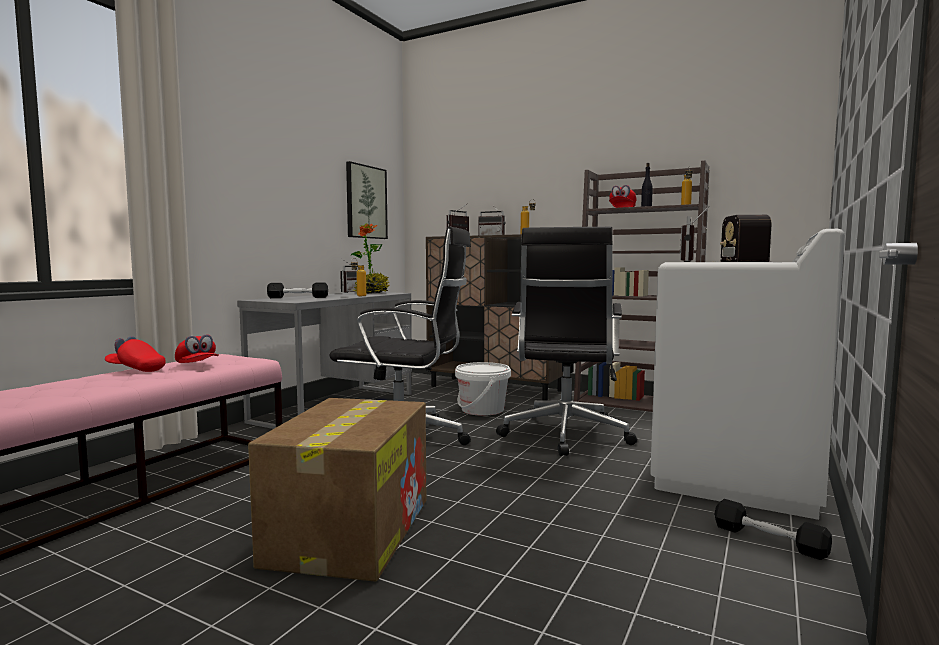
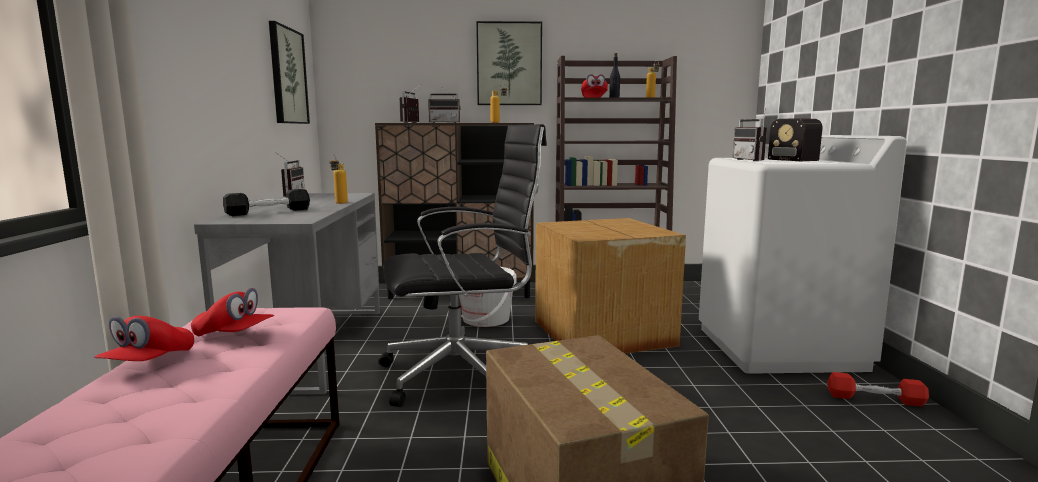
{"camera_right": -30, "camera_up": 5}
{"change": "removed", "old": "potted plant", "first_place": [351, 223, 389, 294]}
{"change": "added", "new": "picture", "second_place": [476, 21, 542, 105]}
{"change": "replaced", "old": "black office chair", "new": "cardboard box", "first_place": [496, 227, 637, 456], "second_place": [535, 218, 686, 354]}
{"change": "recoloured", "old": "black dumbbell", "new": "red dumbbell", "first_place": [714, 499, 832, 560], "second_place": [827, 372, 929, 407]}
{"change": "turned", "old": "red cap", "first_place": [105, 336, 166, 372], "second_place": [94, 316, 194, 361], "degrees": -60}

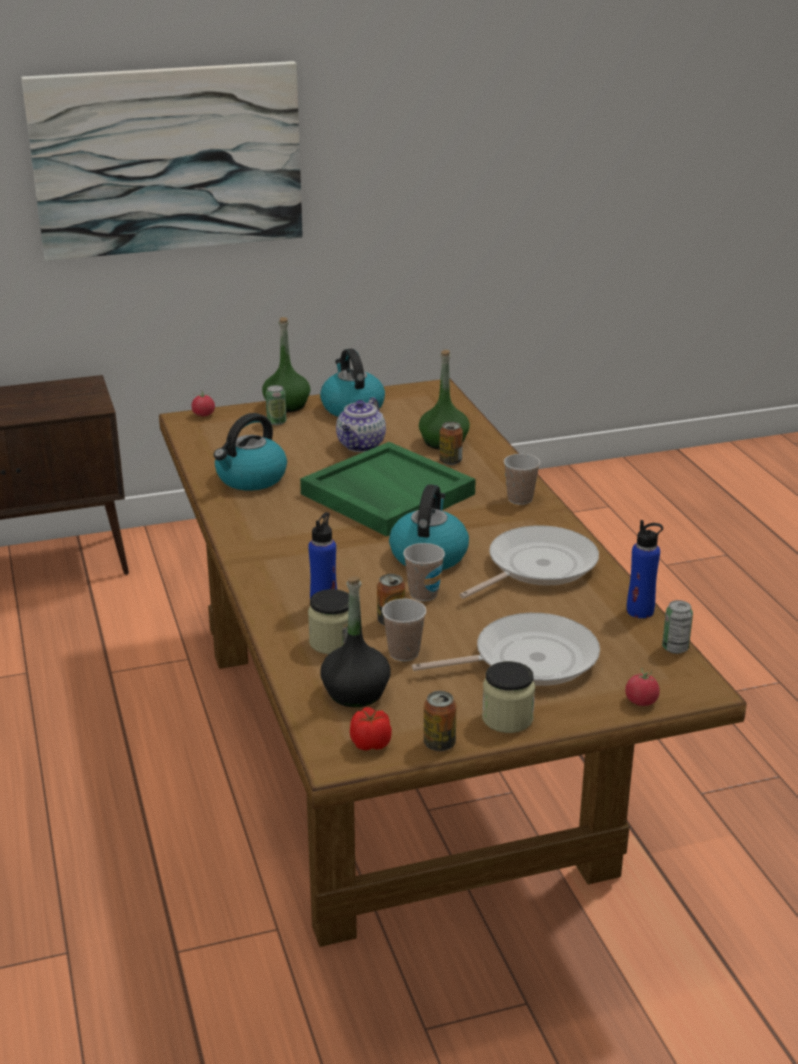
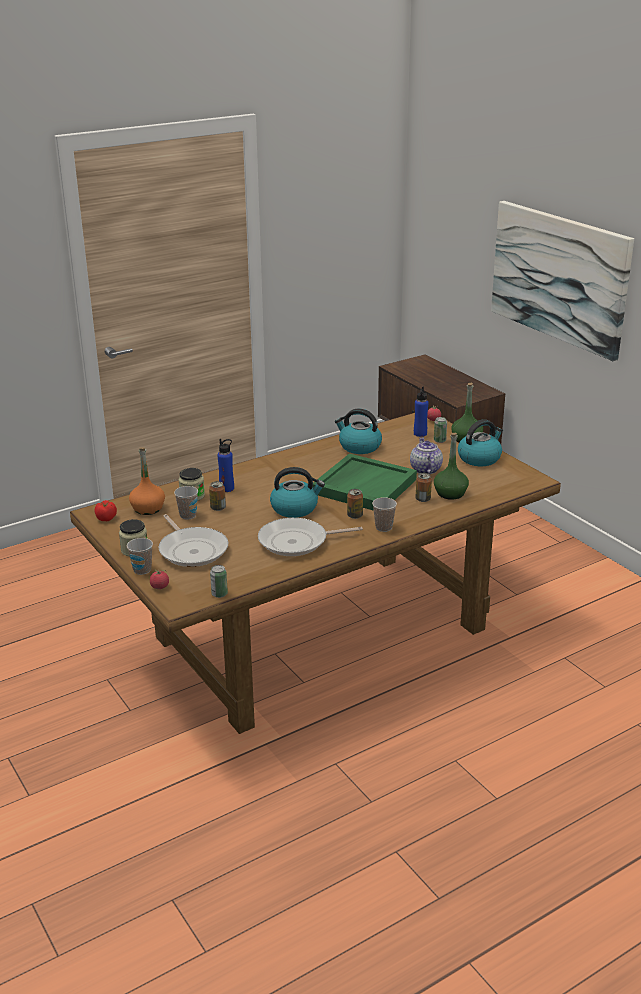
{"camera_right": 75, "camera_up": 0}
{"change": "moved", "old": "cup", "first_place": [403, 543, 445, 601], "second_place": [127, 538, 153, 575]}
{"change": "moved", "old": "can", "first_place": [424, 691, 456, 751], "second_place": [347, 489, 363, 519]}
{"change": "moved", "old": "blue bottle", "first_place": [627, 520, 663, 618], "second_place": [414, 387, 428, 437]}
{"change": "recoloured", "old": "black bottle", "new": "orange bottle", "first_place": [320, 576, 390, 707], "second_place": [129, 447, 165, 515]}
{"change": "turned", "old": "teapot", "first_place": [336, 397, 386, 452], "second_place": [410, 438, 443, 474], "degrees": 75}
{"change": "turned", "old": "frying pan", "first_place": [459, 525, 599, 598], "second_place": [258, 518, 363, 556], "degrees": 135}

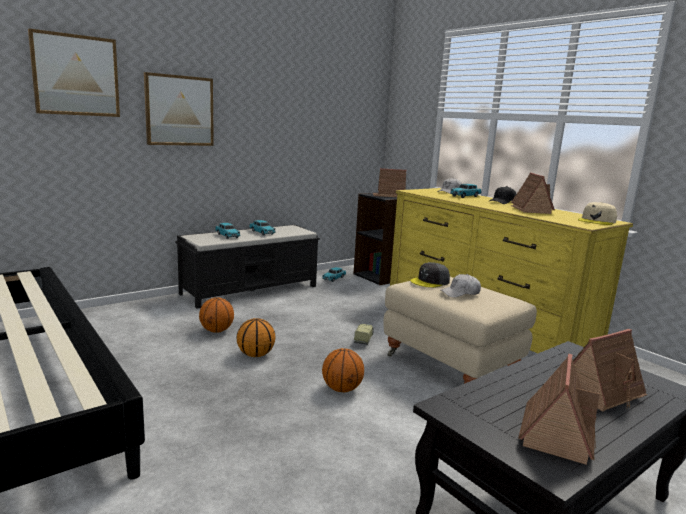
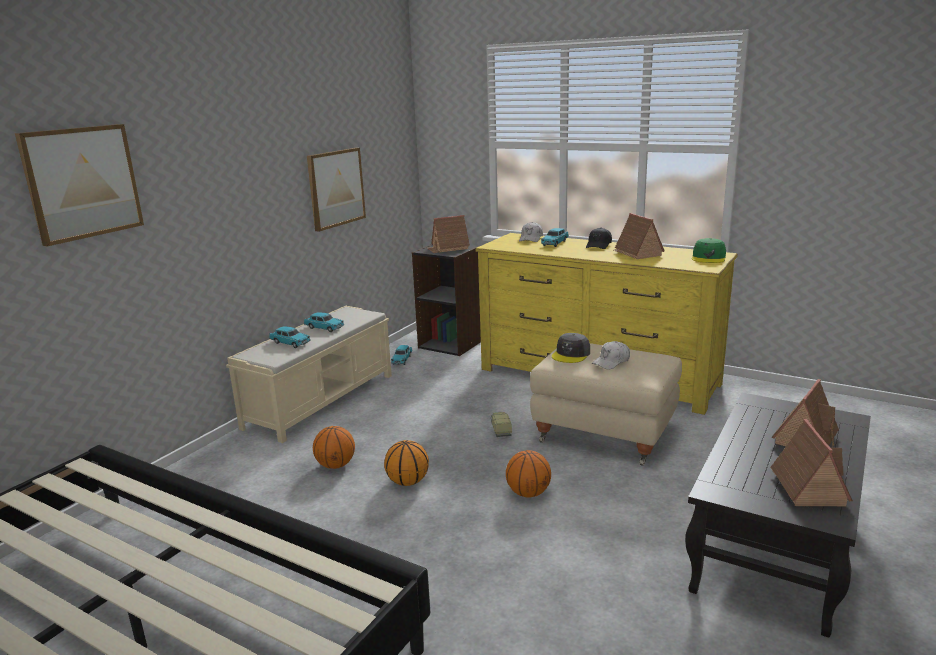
{"camera_right": -20, "camera_up": 5}
{"change": "moved", "old": "picture", "first_place": [144, 72, 214, 146], "second_place": [307, 148, 366, 232]}
{"change": "recoloured", "old": "black bench", "new": "beige bench", "first_place": [176, 225, 320, 309], "second_place": [226, 306, 392, 443]}
{"change": "recoloured", "old": "beige cap", "new": "green cap", "first_place": [578, 202, 617, 225], "second_place": [692, 238, 726, 263]}

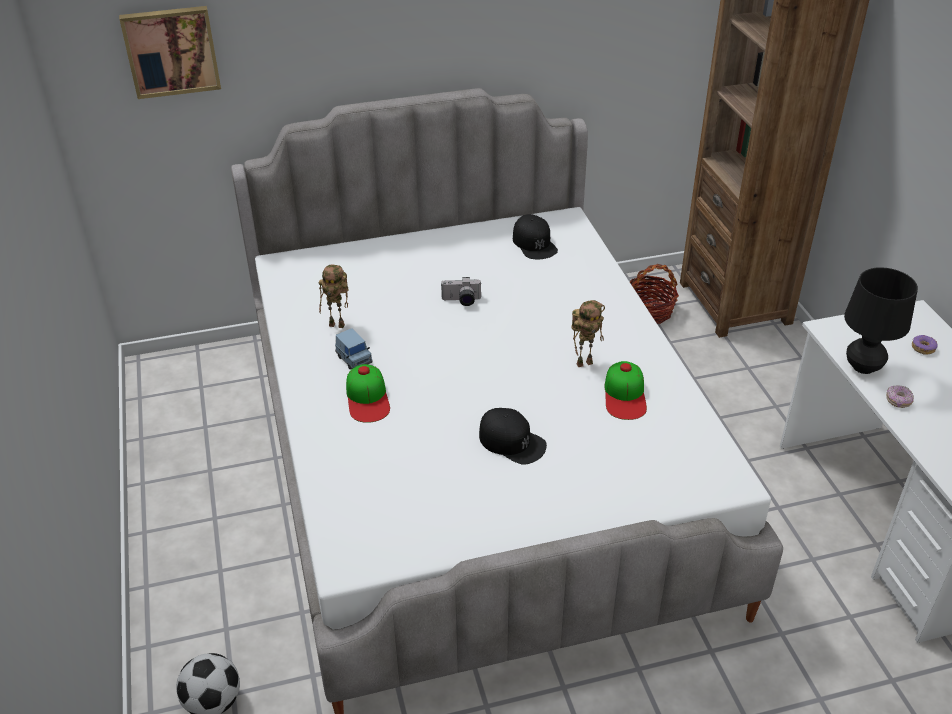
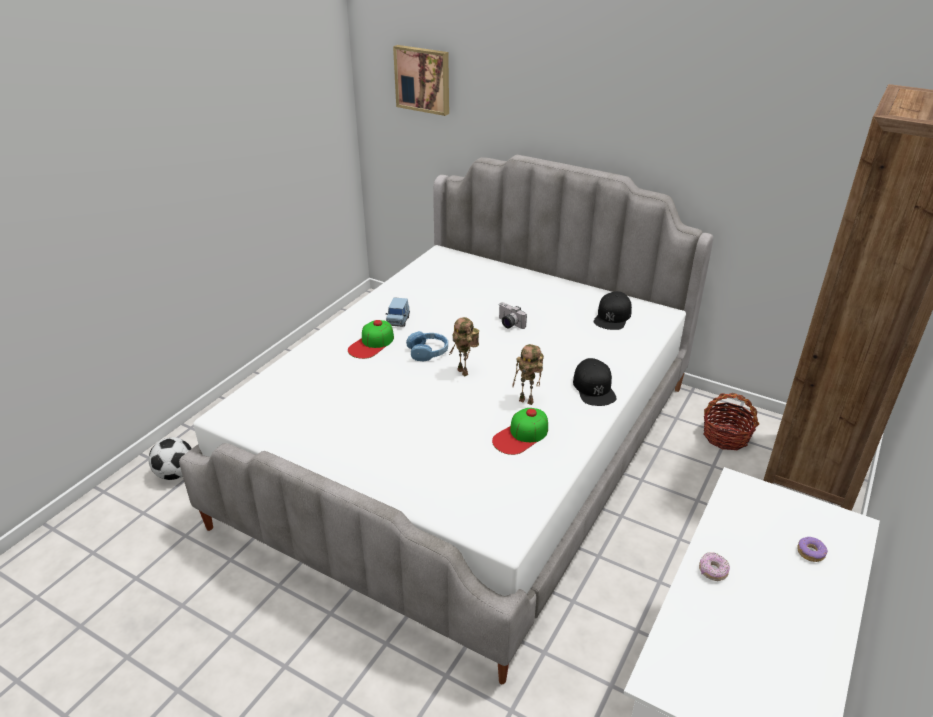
{"camera_right": 45, "camera_up": -5}
{"change": "removed", "old": "black table lamp", "first_place": [844, 267, 918, 374]}
{"change": "added", "new": "blue headphones", "second_place": [406, 331, 448, 362]}
{"change": "moved", "old": "toy robot", "first_place": [319, 264, 348, 328], "second_place": [449, 317, 479, 377]}
{"change": "moved", "old": "black cap", "first_place": [479, 408, 547, 465], "second_place": [573, 358, 616, 406]}

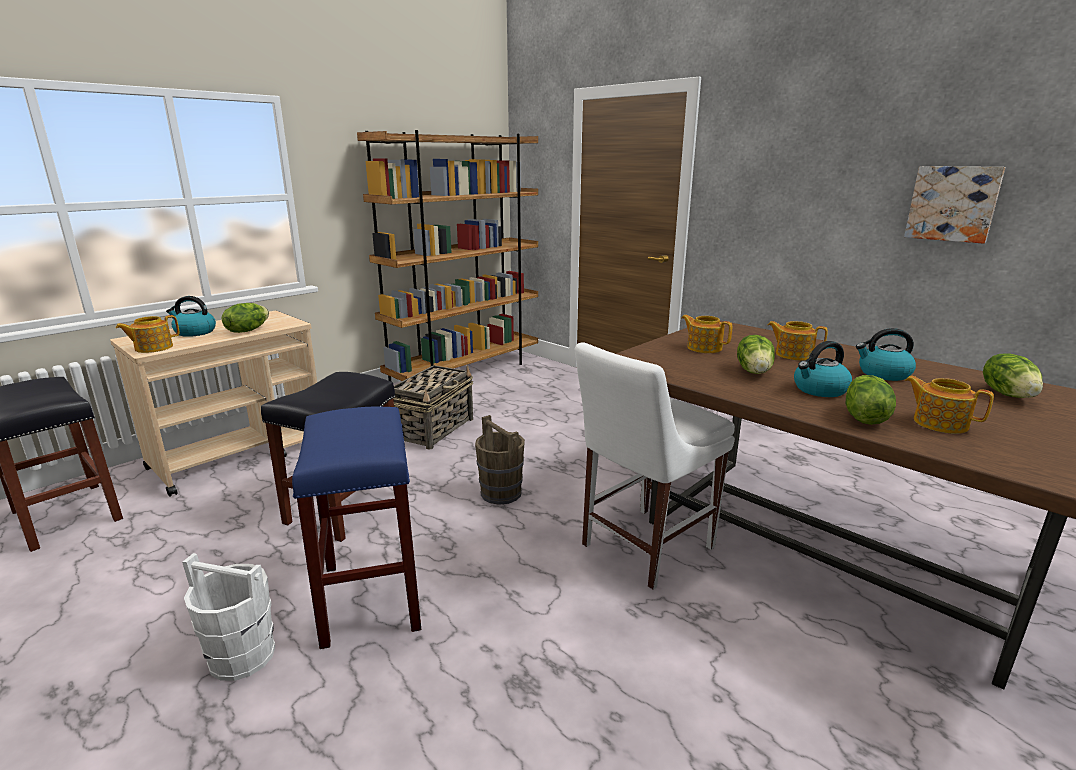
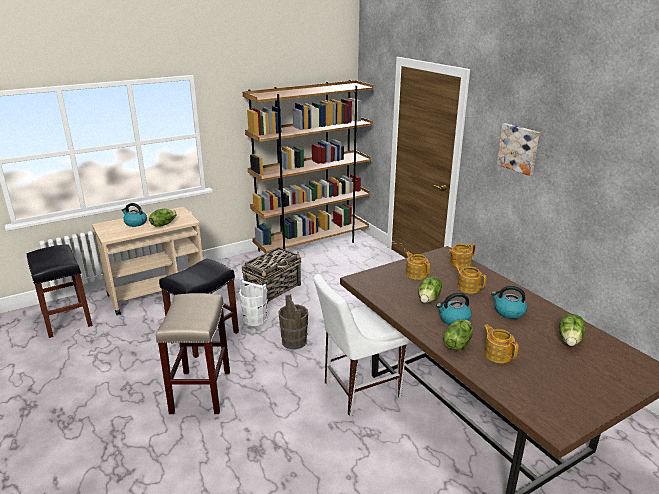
{"camera_right": 15, "camera_up": 5}
{"change": "moved", "old": "teapot", "first_place": [116, 315, 179, 353], "second_place": [448, 243, 476, 268]}
{"change": "moved", "old": "white bucket", "first_place": [182, 553, 275, 681], "second_place": [239, 277, 268, 326]}
{"change": "moved", "old": "picture", "first_place": [904, 166, 1005, 244], "second_place": [497, 123, 540, 176]}
{"change": "recoloured", "old": "blue stool", "new": "beige stool", "first_place": [292, 407, 421, 649], "second_place": [156, 293, 230, 414]}

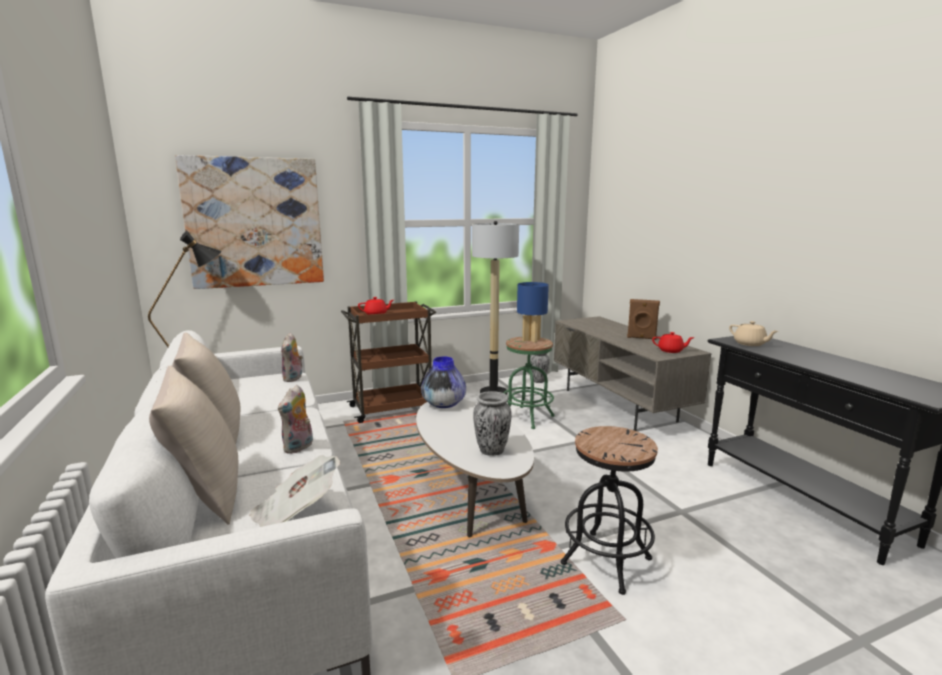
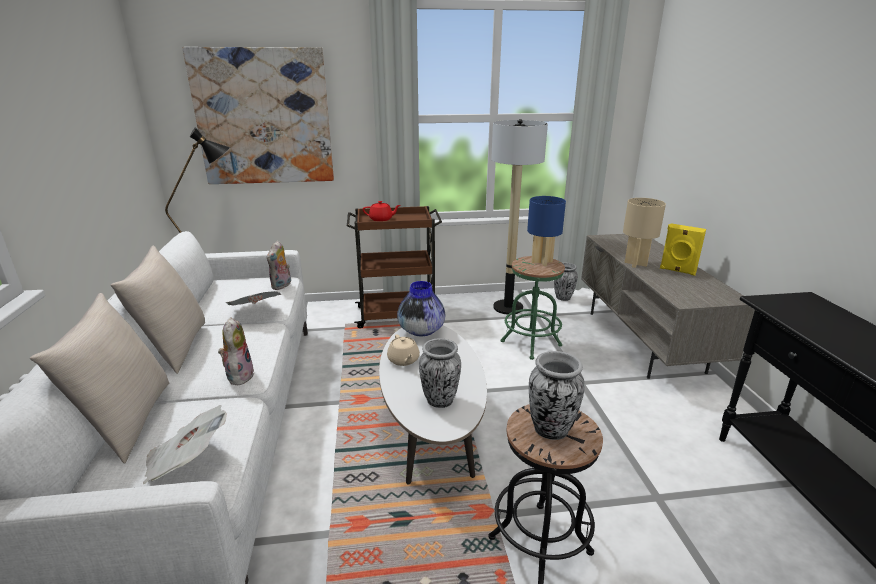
{"camera_right": 15, "camera_up": 10}
{"change": "removed", "old": "red teapot", "first_place": [652, 332, 694, 353]}
{"change": "added", "new": "newspaper", "second_place": [225, 291, 281, 306]}
{"change": "added", "new": "vase", "second_place": [529, 351, 585, 440]}
{"change": "added", "new": "beige table lamp", "second_place": [623, 198, 666, 268]}
{"change": "moved", "old": "beige teapot", "first_place": [729, 321, 779, 346], "second_place": [387, 334, 420, 366]}
{"change": "recoloured", "old": "brown speaker", "new": "yellow speaker", "first_place": [627, 299, 660, 340], "second_place": [660, 223, 706, 276]}
{"change": "turned", "old": "plush toy", "first_place": [278, 385, 313, 454], "second_place": [218, 317, 254, 386], "degrees": 135}

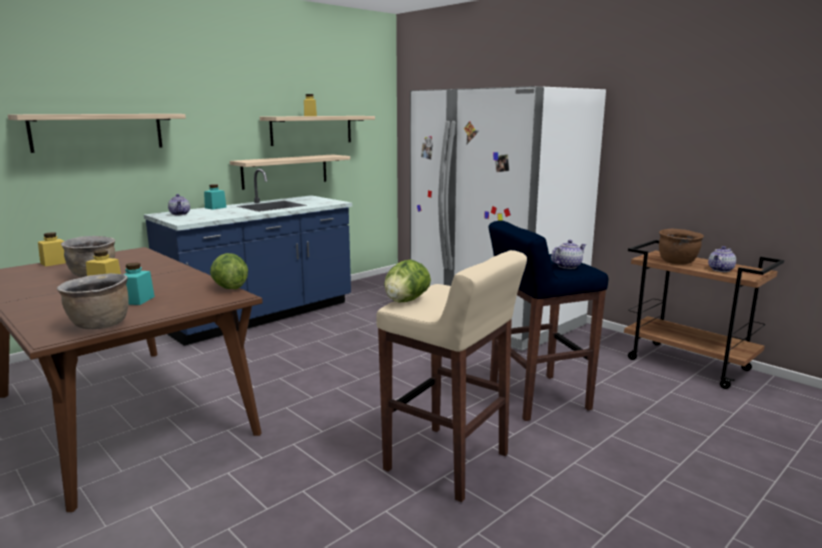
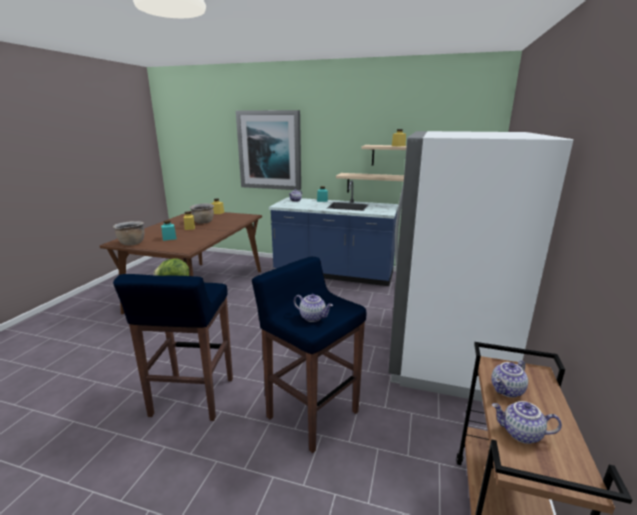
{"camera_right": 60, "camera_up": 5}
{"change": "removed", "old": "lettuce", "first_place": [210, 253, 248, 289]}
{"change": "replaced", "old": "shelf", "new": "picture", "first_place": [8, 114, 186, 153], "second_place": [236, 110, 301, 190]}
{"change": "replaced", "old": "brown cooking pot", "new": "teapot", "first_place": [659, 228, 704, 264], "second_place": [491, 360, 528, 397]}
{"change": "recoloured", "old": "beige stool", "new": "blue stool", "first_place": [376, 250, 527, 502], "second_place": [113, 274, 233, 421]}

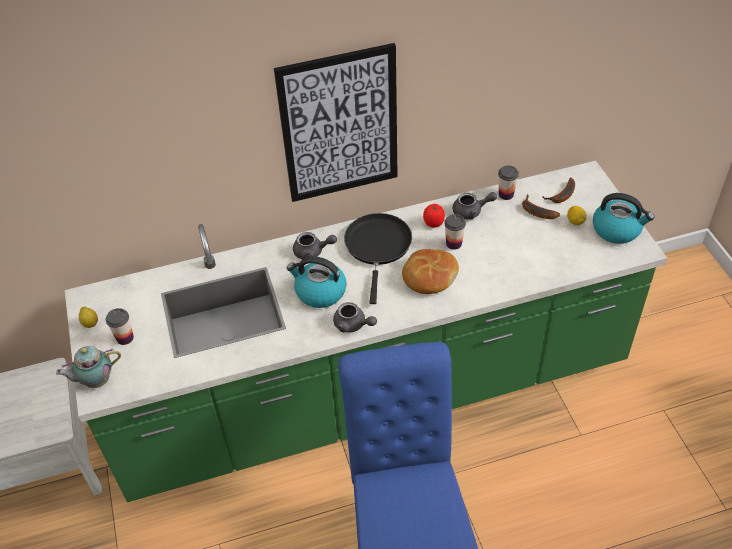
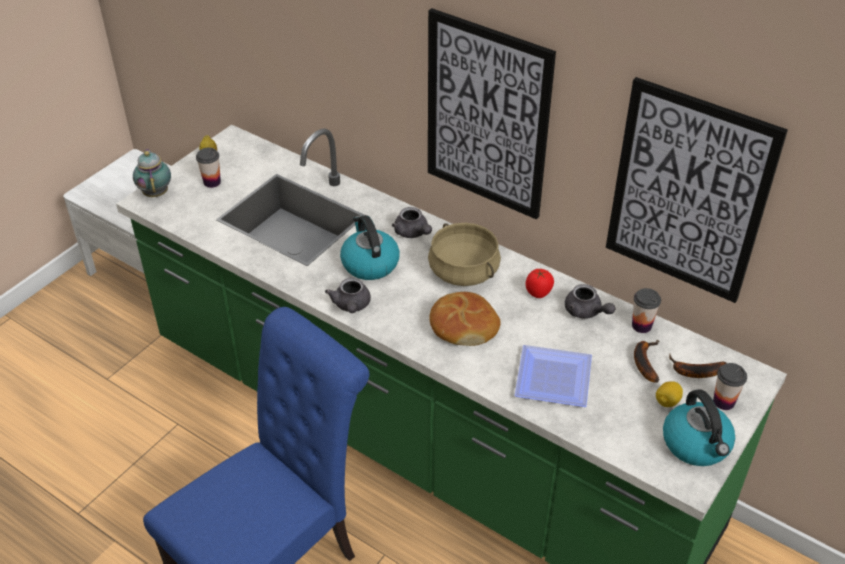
{"camera_right": 50, "camera_up": -5}
{"change": "added", "new": "plate", "second_place": [514, 345, 592, 407]}
{"change": "added", "new": "picture", "second_place": [606, 77, 788, 303]}
{"change": "moved", "old": "cup", "first_place": [444, 214, 466, 250], "second_place": [713, 363, 747, 410]}
{"change": "replaced", "old": "black frying pan", "new": "beige cooking pot", "first_place": [344, 213, 412, 304], "second_place": [428, 223, 501, 286]}
{"change": "turned", "old": "teapot", "first_place": [56, 346, 121, 388], "second_place": [133, 149, 171, 197], "degrees": 45}

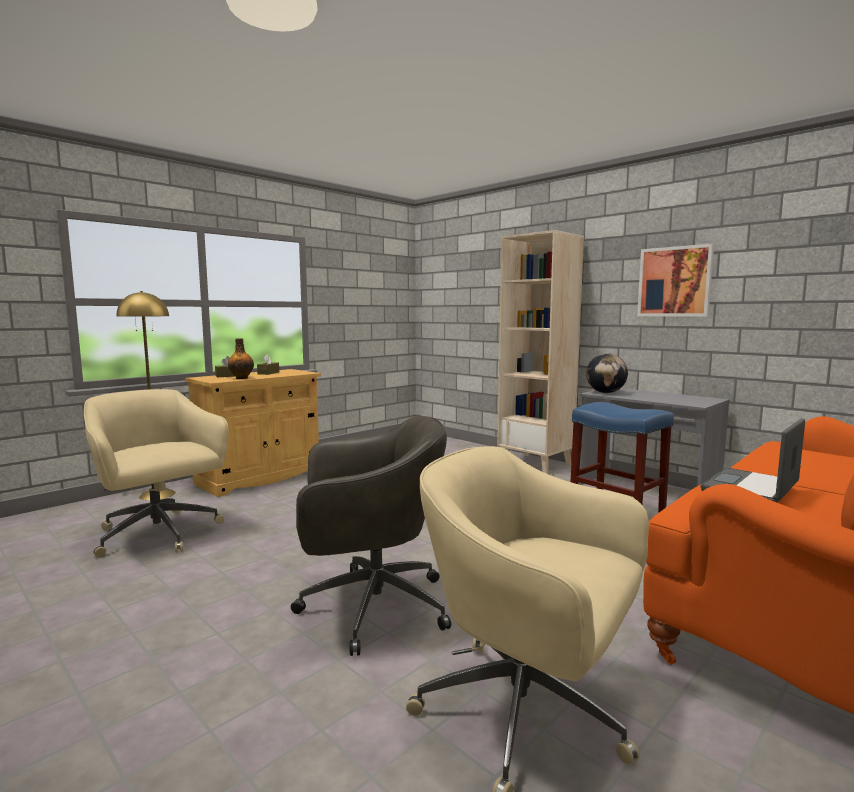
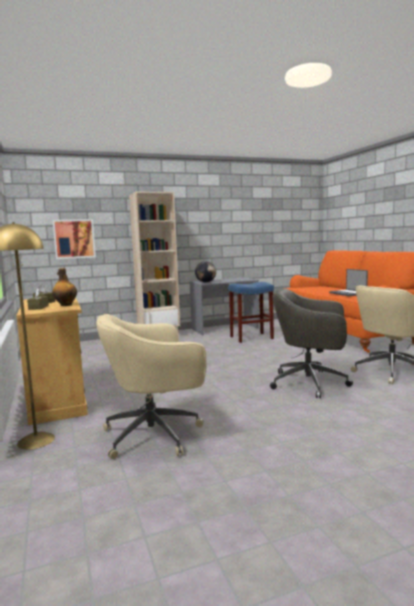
{"camera_right": -65, "camera_up": 0}
{"change": "moved", "old": "picture", "first_place": [637, 244, 714, 317], "second_place": [53, 219, 96, 259]}
{"change": "turned", "old": "grey office chair", "first_place": [291, 416, 451, 656], "second_place": [270, 289, 353, 398], "degrees": -90}

